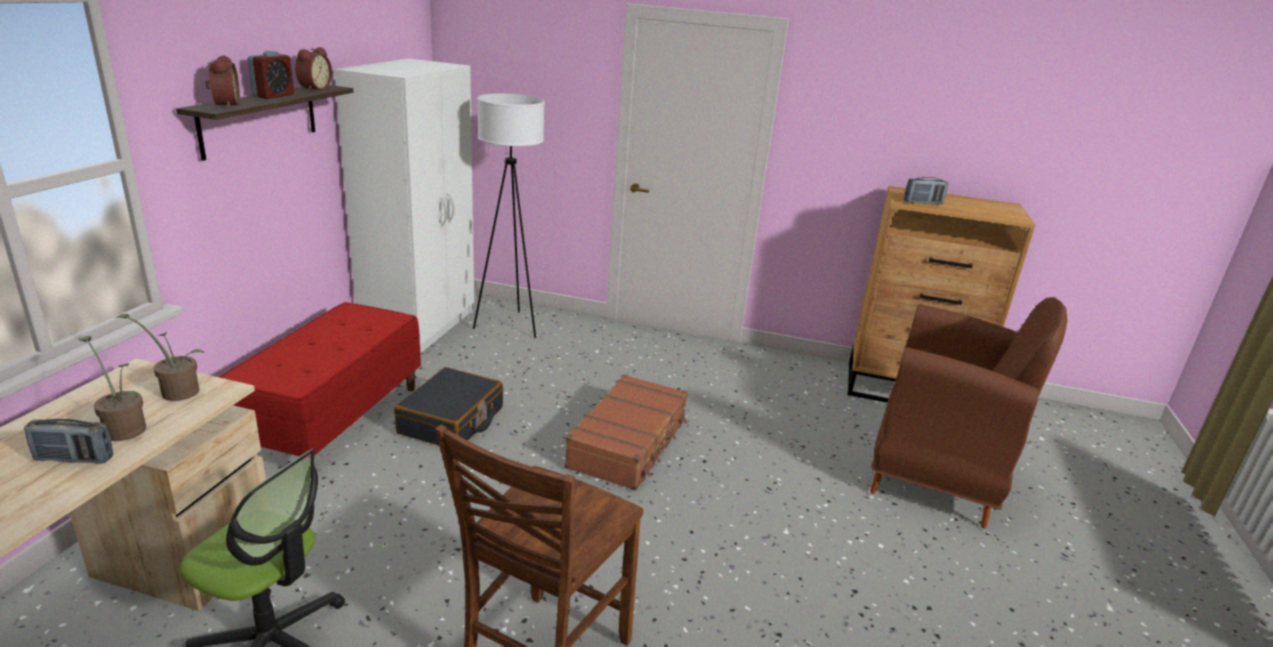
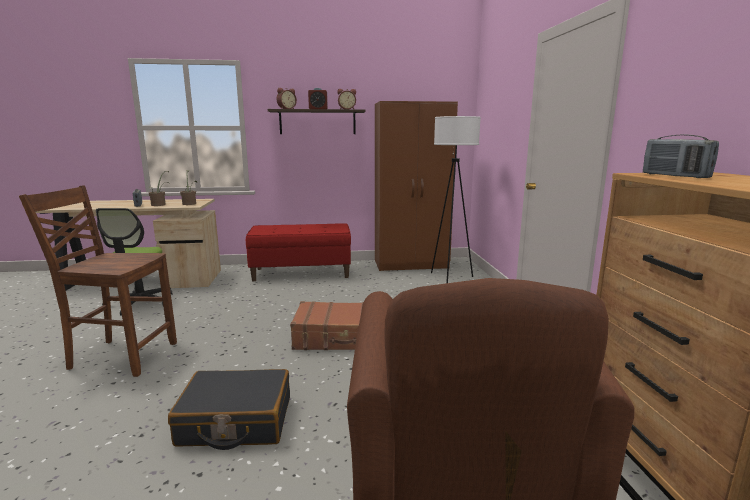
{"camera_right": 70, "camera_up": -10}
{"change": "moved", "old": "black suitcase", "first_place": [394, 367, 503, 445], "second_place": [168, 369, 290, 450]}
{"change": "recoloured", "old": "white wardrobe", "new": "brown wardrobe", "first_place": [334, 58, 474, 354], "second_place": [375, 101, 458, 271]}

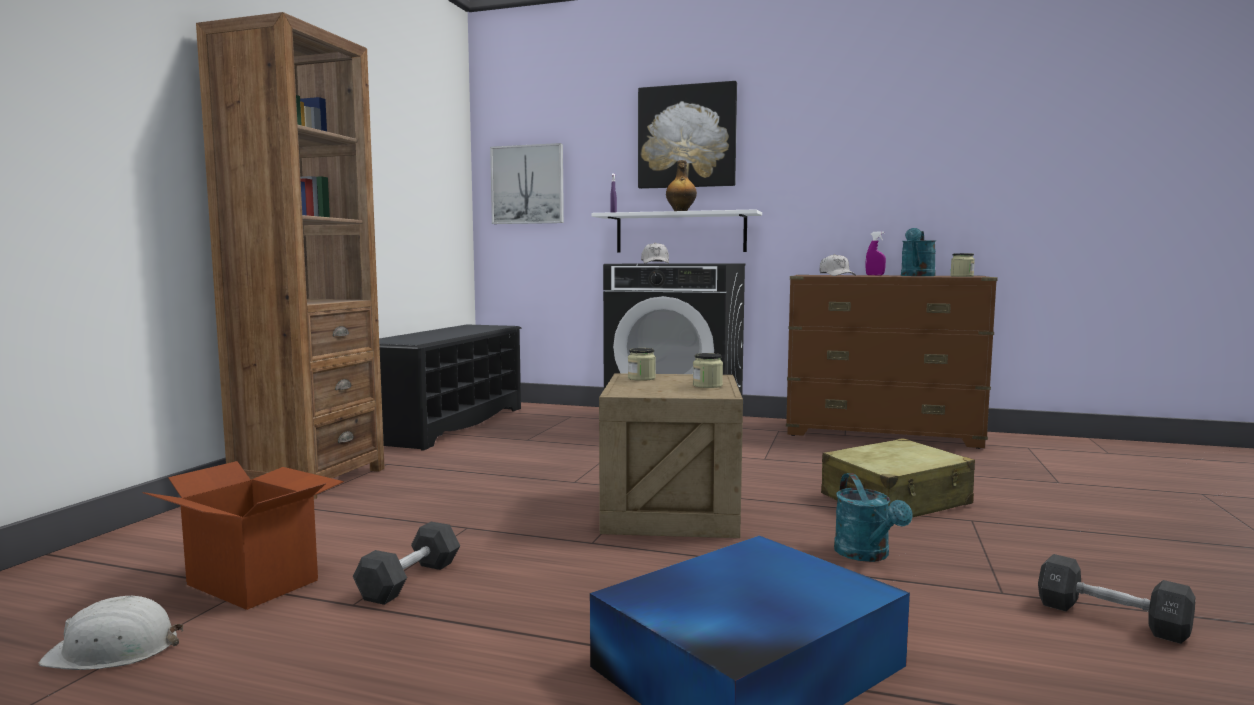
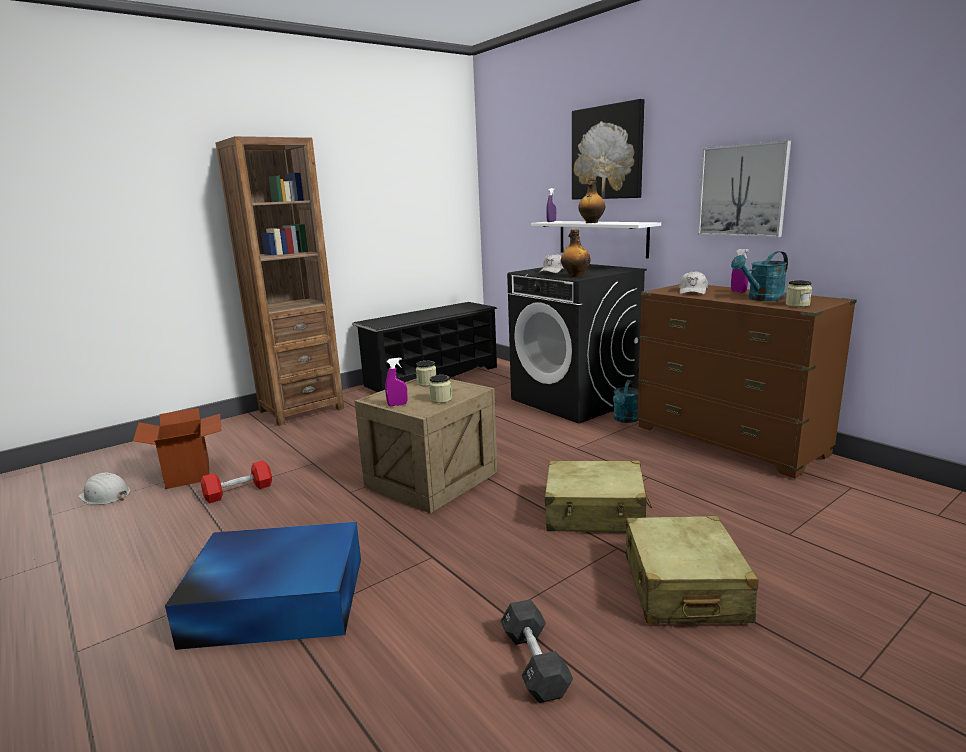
{"camera_right": 35, "camera_up": 10}
{"change": "added", "new": "purple spray bottle", "second_place": [385, 358, 407, 406]}
{"change": "added", "new": "bottle", "second_place": [561, 229, 591, 277]}
{"change": "added", "new": "beige suitcase", "second_place": [625, 516, 759, 624]}
{"change": "moved", "old": "picture", "first_place": [490, 143, 564, 224], "second_place": [698, 140, 791, 237]}
{"change": "moved", "old": "turquoise watering can", "first_place": [834, 473, 912, 562], "second_place": [613, 380, 638, 423]}
{"change": "recoloured", "old": "black dumbbell", "new": "red dumbbell", "first_place": [353, 522, 460, 605], "second_place": [201, 461, 272, 503]}

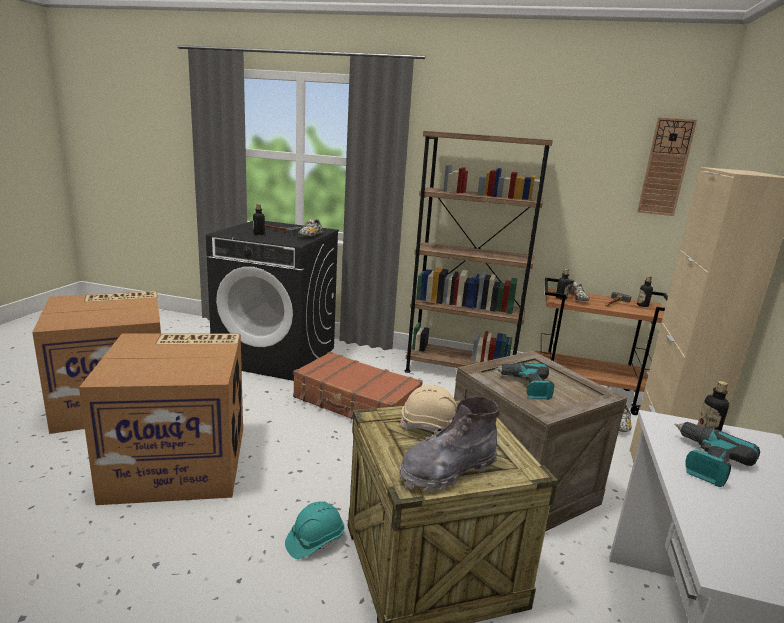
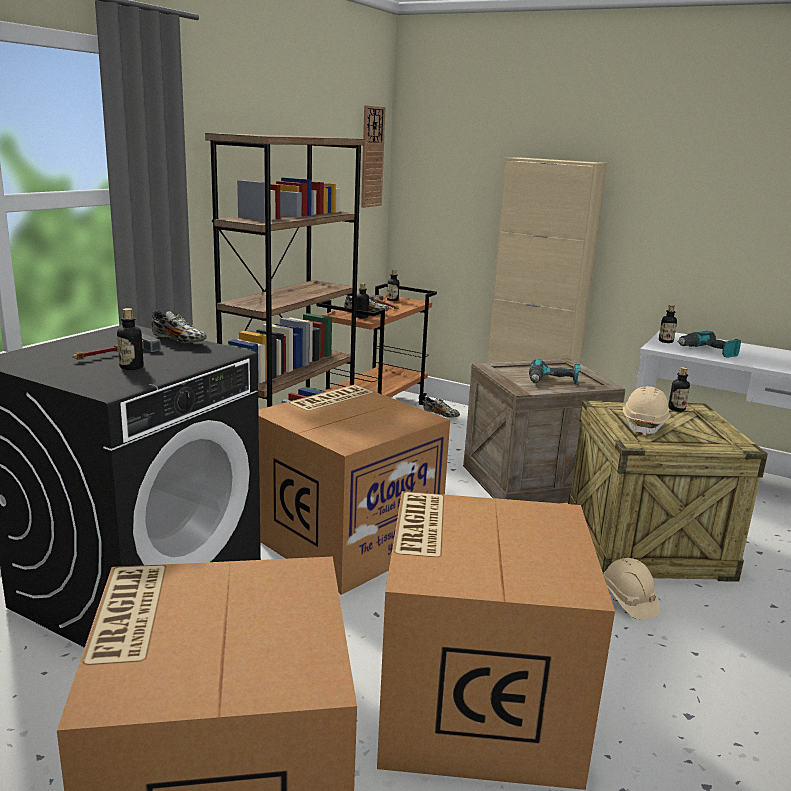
{"camera_right": -75, "camera_up": 0}
{"change": "removed", "old": "grey boot", "first_place": [399, 396, 499, 492]}
{"change": "added", "new": "bottle", "second_place": [668, 367, 690, 412]}
{"change": "replaced", "old": "brown suitcase", "new": "cardboard box", "first_place": [293, 352, 423, 420], "second_place": [258, 384, 450, 595]}
{"change": "recoloured", "old": "turquoise hard hat", "new": "beige hard hat", "first_place": [285, 502, 345, 559], "second_place": [603, 558, 660, 620]}

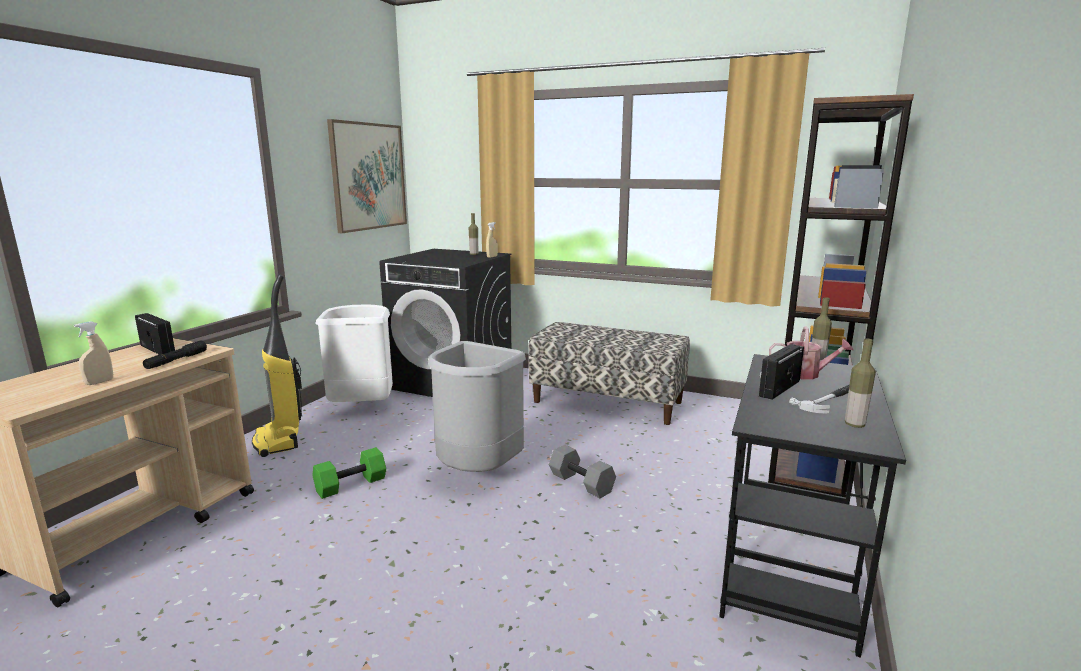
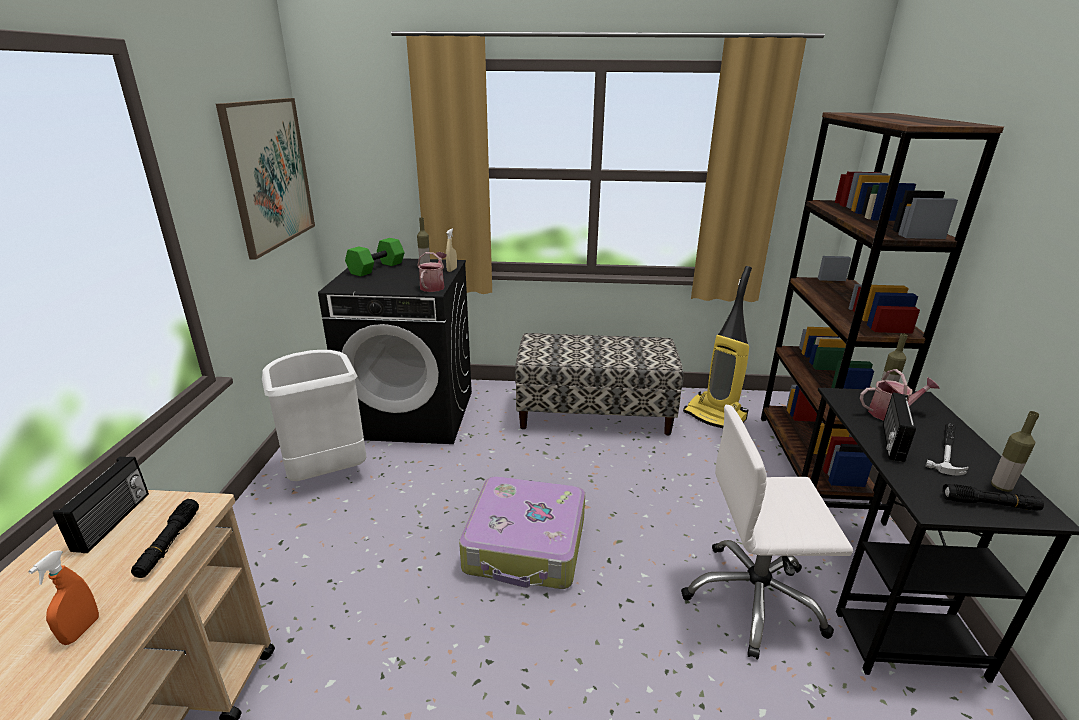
{"camera_right": -20, "camera_up": 10}
{"change": "removed", "old": "grey dumbbell", "first_place": [549, 445, 616, 498]}
{"change": "added", "new": "watering can", "second_place": [417, 252, 447, 292]}
{"change": "added", "new": "white office chair", "second_place": [681, 405, 853, 659]}
{"change": "added", "new": "black flashlight", "second_place": [942, 484, 1044, 511]}
{"change": "moved", "old": "vacuum cleaner", "first_place": [252, 274, 302, 457], "second_place": [683, 266, 752, 428]}
{"change": "moved", "old": "green dumbbell", "first_place": [313, 447, 386, 499], "second_place": [345, 238, 405, 277]}
{"change": "replaced", "old": "grey trash can", "new": "suitcase", "first_place": [428, 341, 526, 472], "second_place": [459, 476, 585, 589]}
{"change": "recoloured", "old": "beige spray bottle", "new": "orange spray bottle", "first_place": [74, 321, 113, 385], "second_place": [28, 550, 99, 645]}
{"change": "turned", "old": "radio", "first_place": [135, 313, 175, 355], "second_place": [53, 457, 149, 553], "degrees": 75}

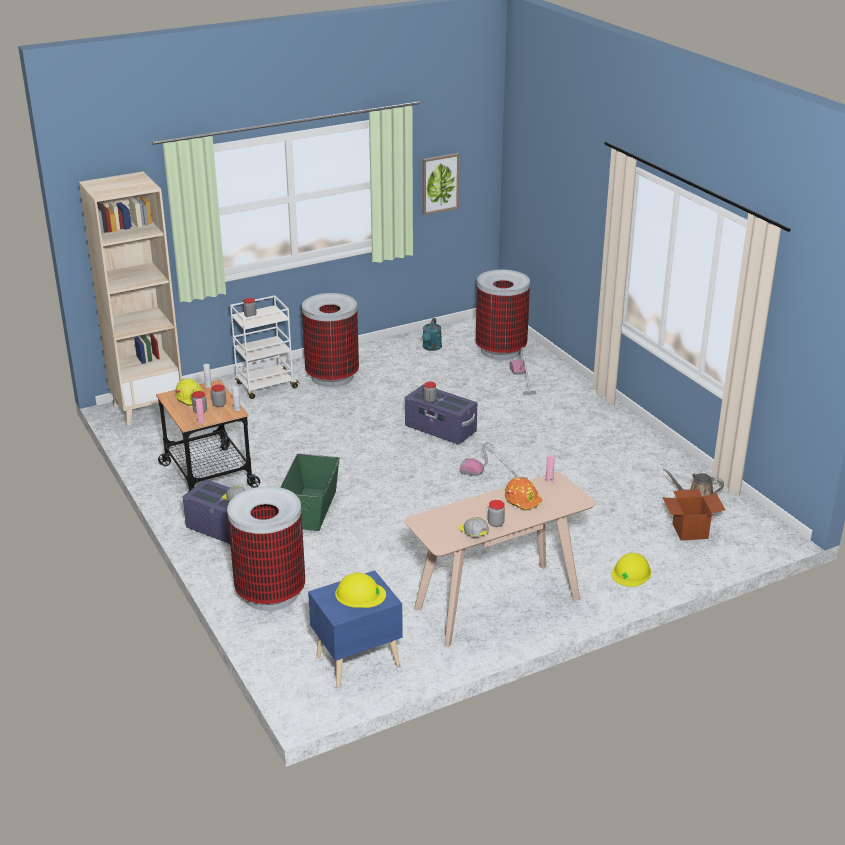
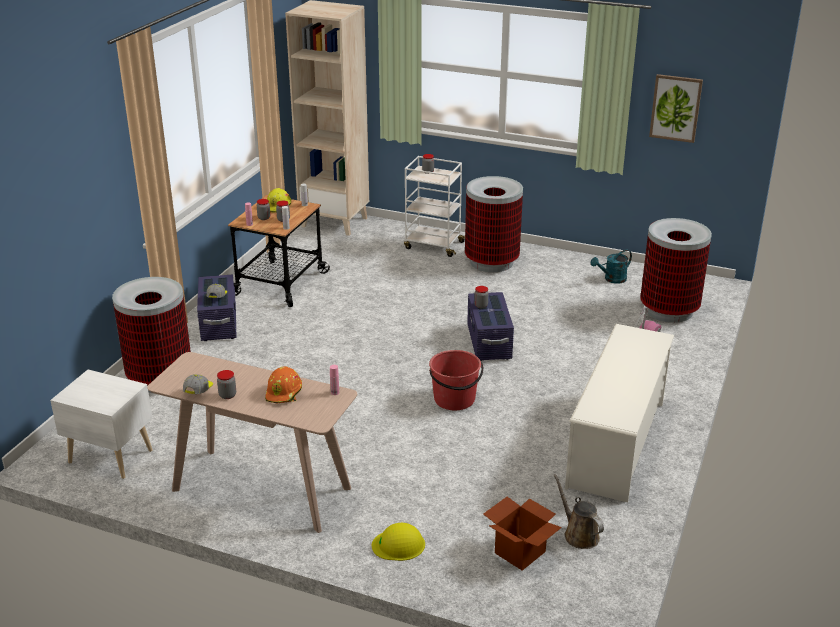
{"camera_right": 50, "camera_up": 0}
{"change": "removed", "old": "green storage box", "first_place": [280, 454, 340, 531]}
{"change": "removed", "old": "yellow hard hat", "first_place": [335, 573, 386, 608]}
{"change": "added", "new": "white shoe rack", "second_place": [565, 324, 674, 503]}
{"change": "replaced", "old": "vacuum cleaner", "new": "red bucket", "first_place": [459, 442, 528, 479], "second_place": [429, 350, 483, 410]}
{"change": "recoloured", "old": "blue nightstand", "new": "white nightstand", "first_place": [308, 570, 403, 687], "second_place": [50, 370, 153, 479]}

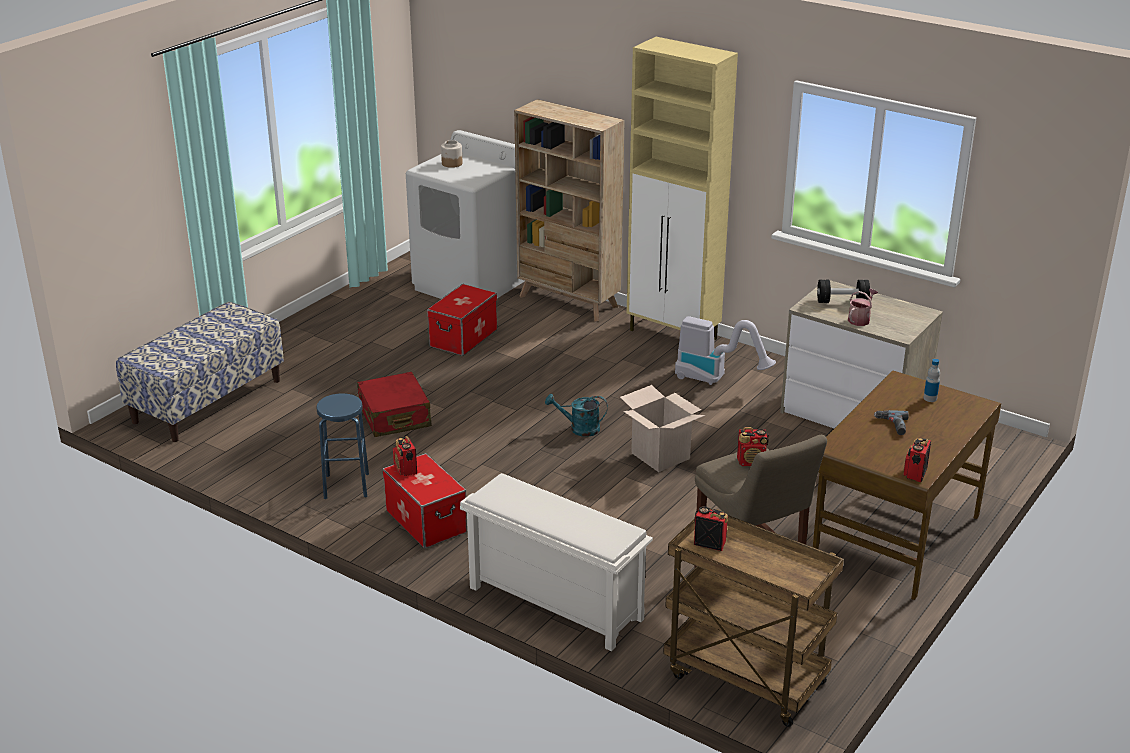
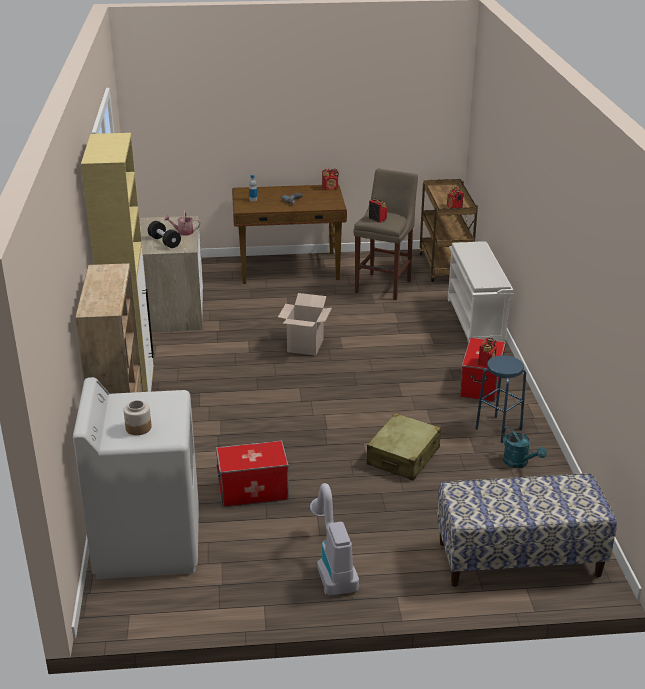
{"camera_right": -130, "camera_up": 0}
{"change": "moved", "old": "turquoise watering can", "first_place": [545, 394, 608, 437], "second_place": [502, 427, 547, 468]}
{"change": "moved", "old": "vacuum cleaner", "first_place": [675, 316, 776, 385], "second_place": [310, 483, 359, 595]}
{"change": "recoloured", "old": "red suitcase", "new": "beige suitcase", "first_place": [357, 372, 432, 437], "second_place": [366, 413, 441, 481]}

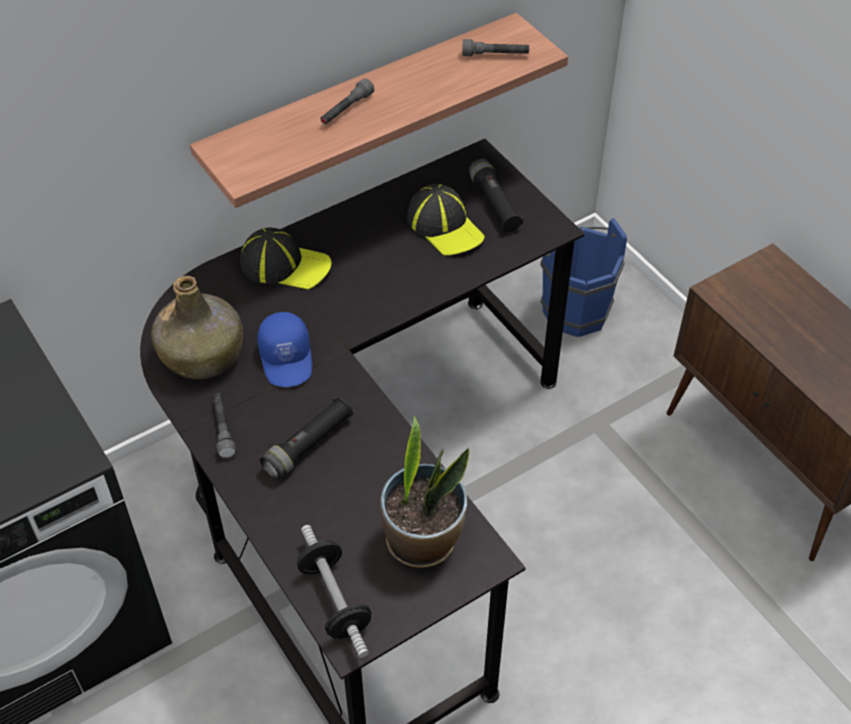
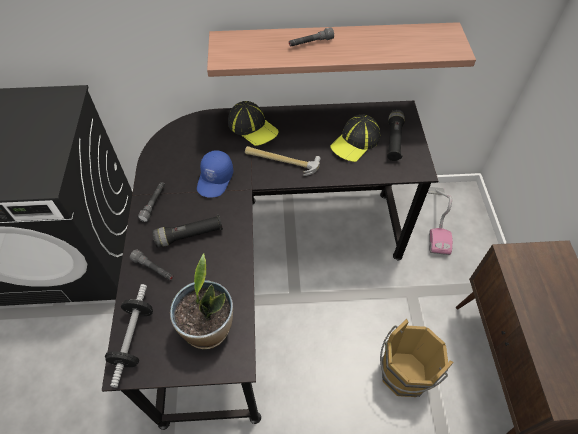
{"camera_right": 30, "camera_up": 5}
{"change": "removed", "old": "green bottle", "first_place": [151, 276, 243, 379]}
{"change": "added", "new": "hammer", "second_place": [245, 146, 321, 176]}
{"change": "added", "new": "brown bucket", "second_place": [380, 319, 454, 397]}
{"change": "moved", "old": "grey flashlight", "first_place": [462, 39, 529, 56], "second_place": [130, 249, 173, 281]}
{"change": "replaced", "old": "blue bucket", "new": "vacuum cleaner", "first_place": [540, 218, 627, 337], "second_place": [428, 187, 453, 255]}
{"change": "turned", "old": "cap", "first_place": [407, 184, 485, 256], "second_place": [330, 114, 380, 162], "degrees": 45}

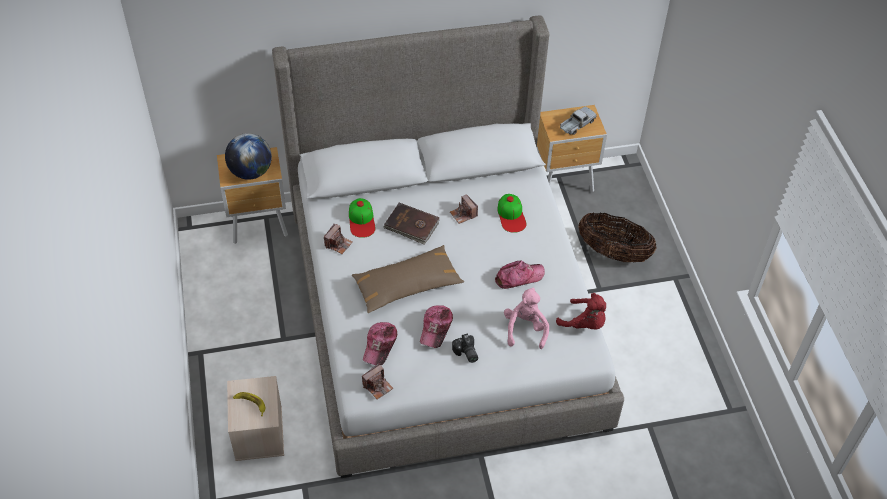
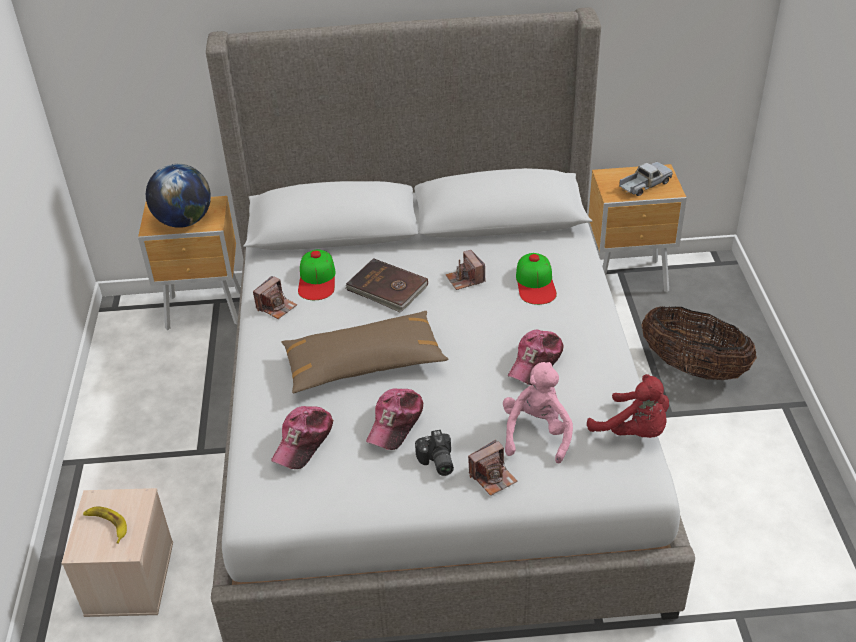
{"camera_right": 10, "camera_up": -10}
{"change": "moved", "old": "photo camera", "first_place": [362, 363, 393, 399], "second_place": [468, 440, 517, 496]}
{"change": "turned", "old": "cap", "first_place": [495, 261, 545, 289], "second_place": [508, 330, 564, 385], "degrees": 135}

